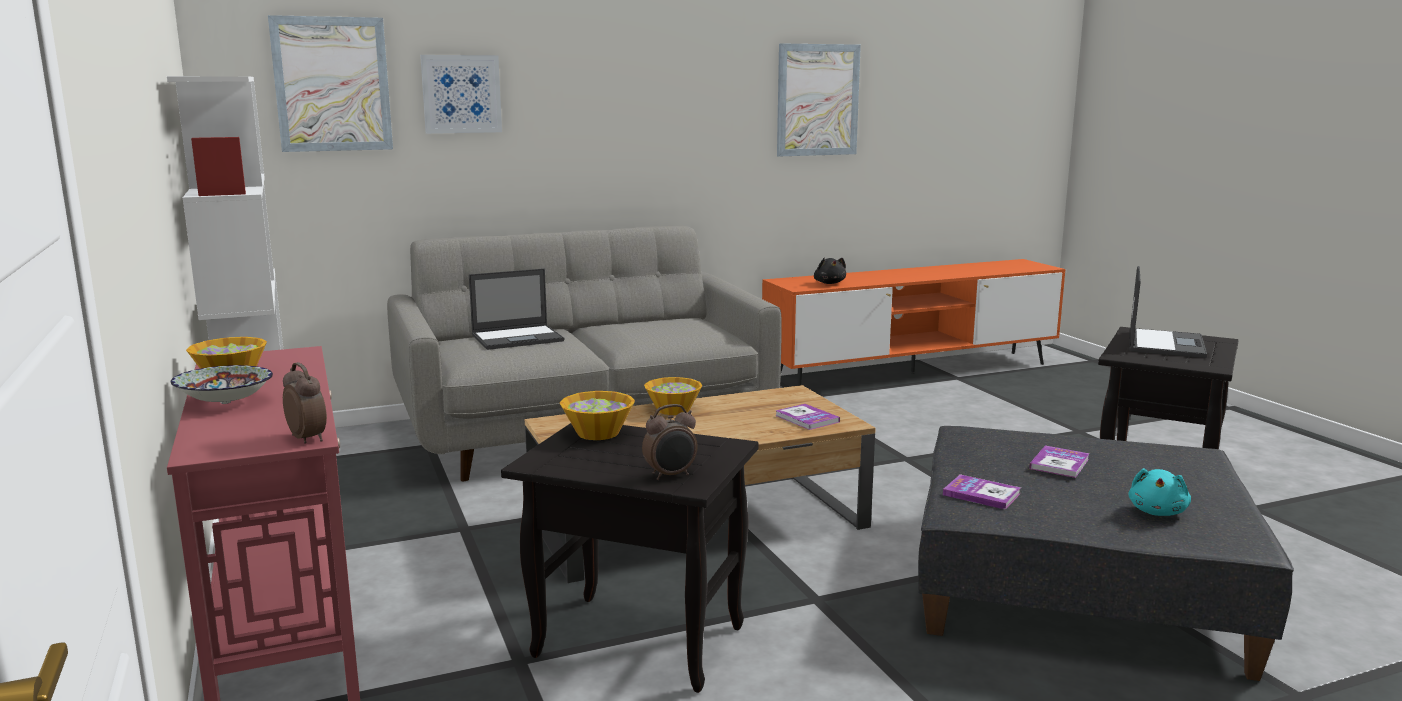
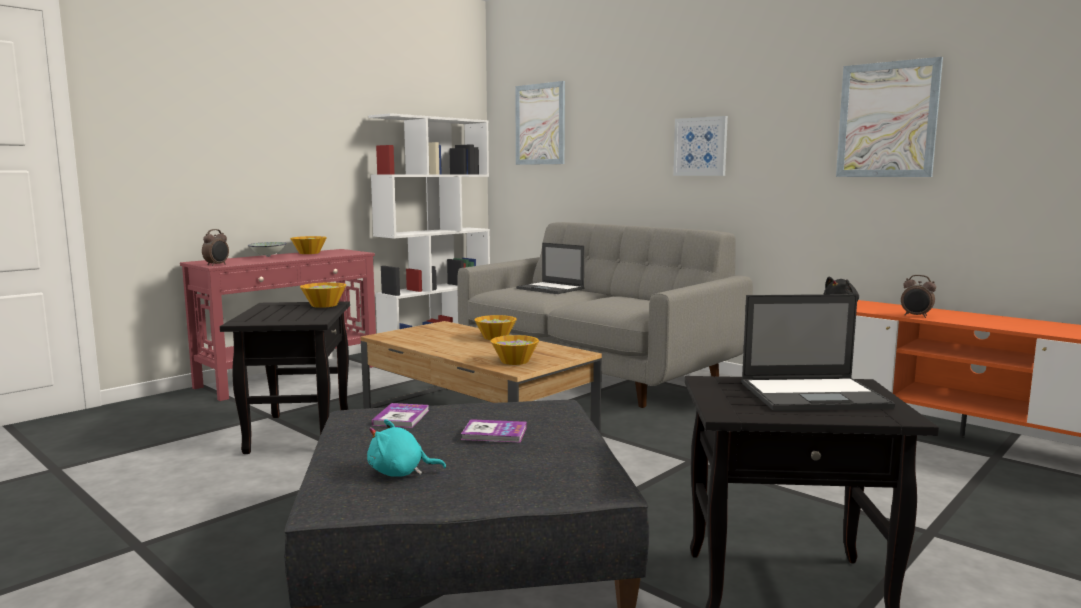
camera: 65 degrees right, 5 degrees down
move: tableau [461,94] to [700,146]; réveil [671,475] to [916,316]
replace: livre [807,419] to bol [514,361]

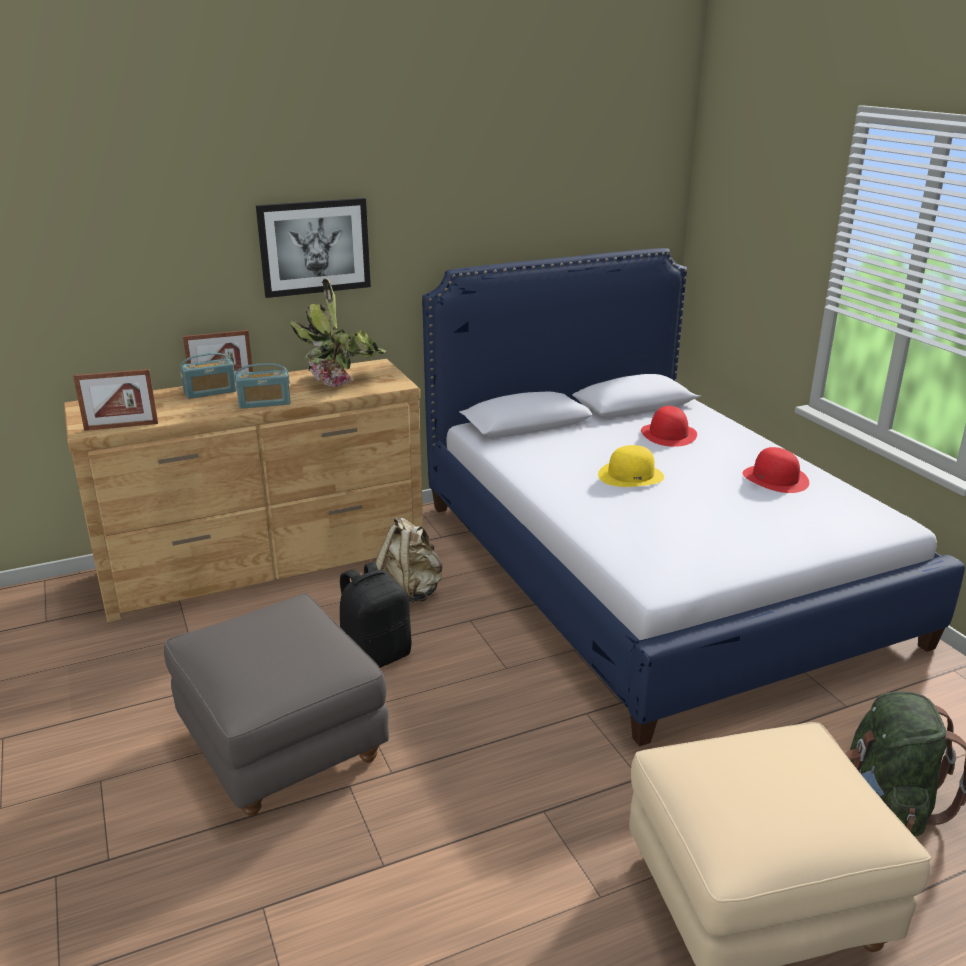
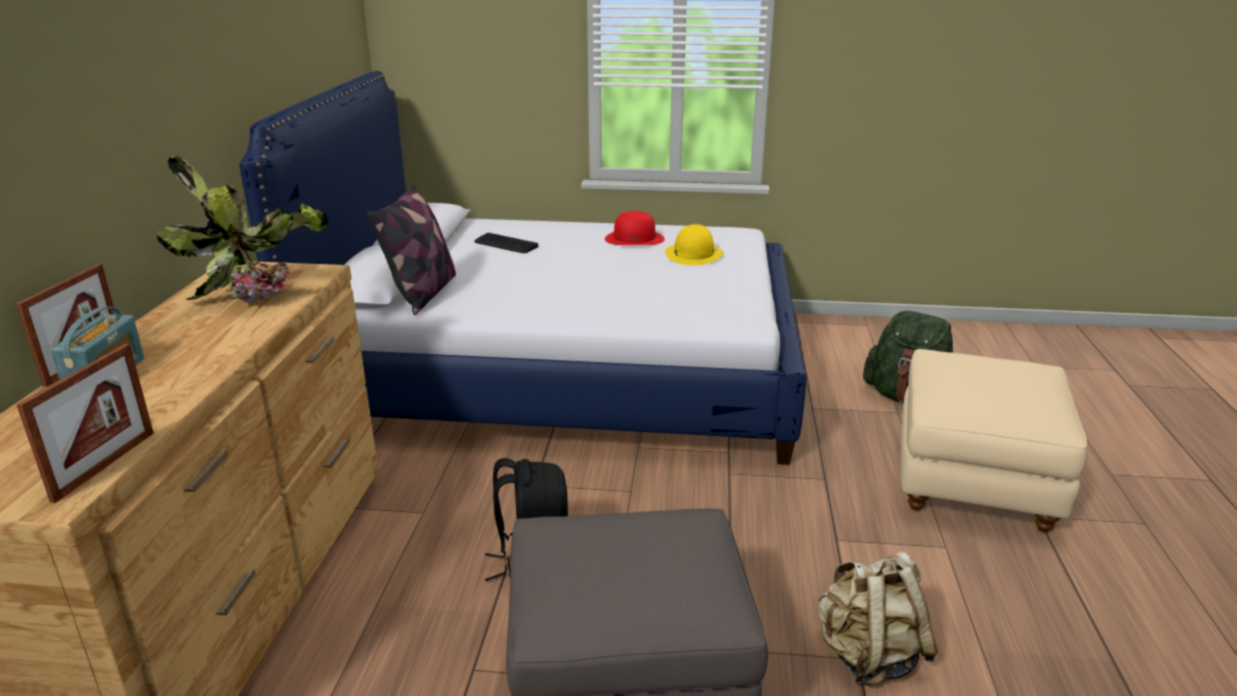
camera: 60 degrees left, 0 degrees up
delete: tableau [314,247]; radio [264,403]
insert: coussin [422,293]
move: chapeau [jaune] [631,475] to [693,254]; sac à dos [beige] [411,591] to [868,656]
replace: chapeau [rouge] [668,434] to clavier [505,244]

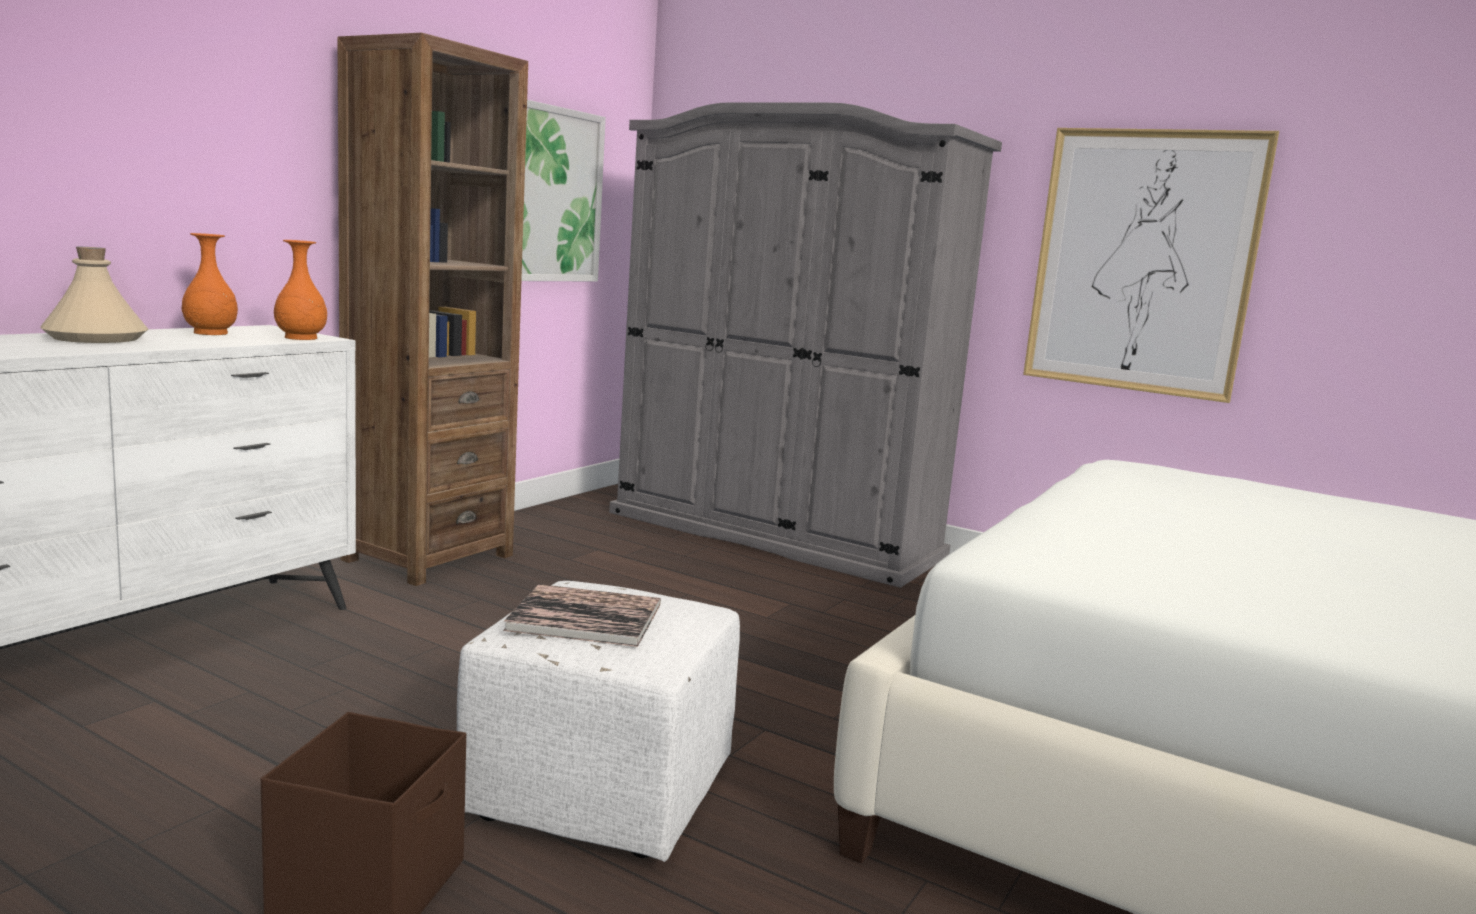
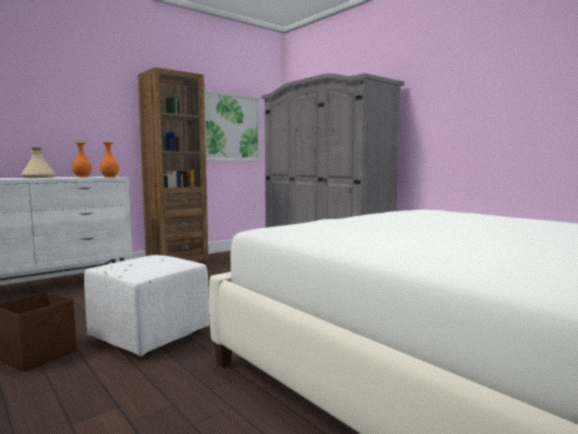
camera: 20 degrees right, 5 degrees down
delete: tableau [1142,262]; livre [585,617]

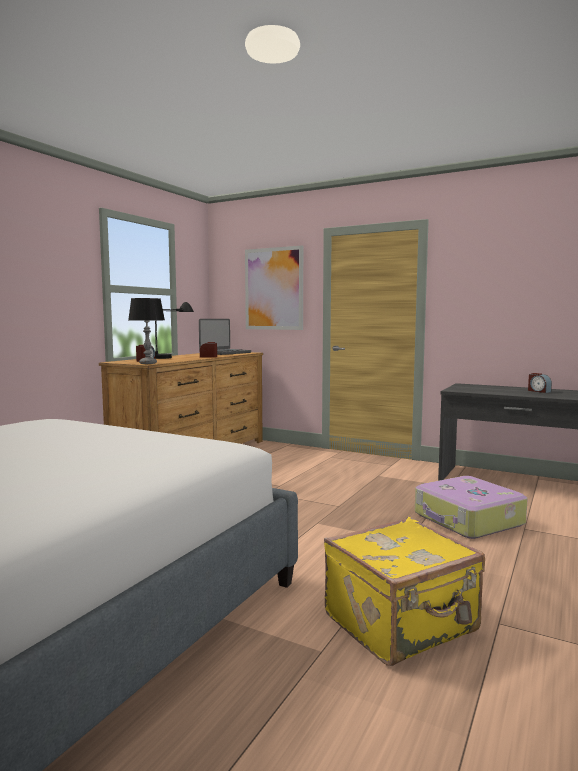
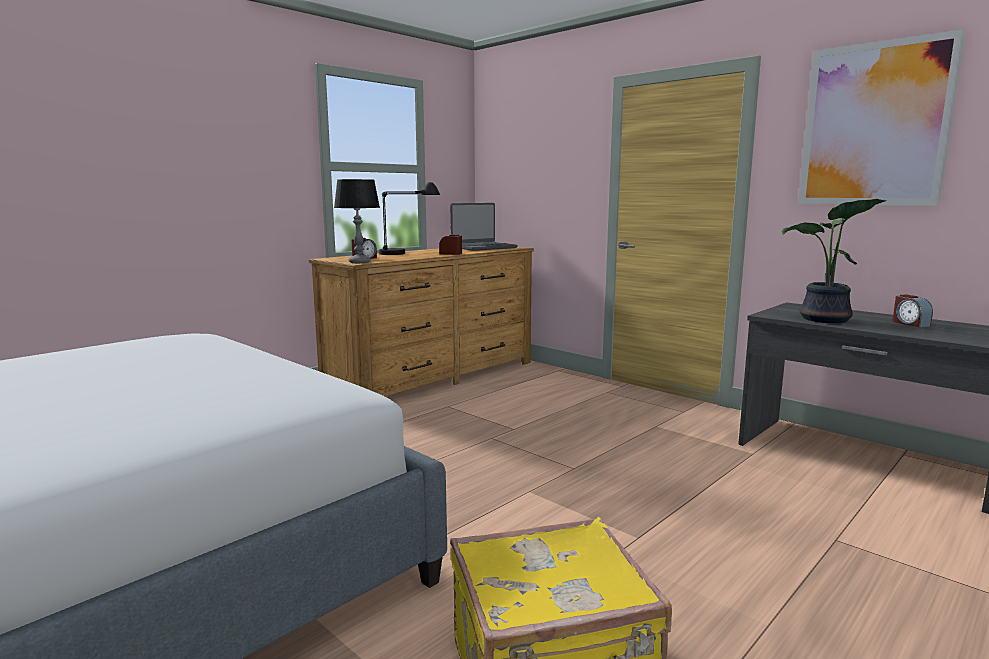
camera: 15 degrees right, 5 degrees up
delete: valise [468,520]
insert: plante en pot [824,320]
move: tableau [274,289] to [874,125]

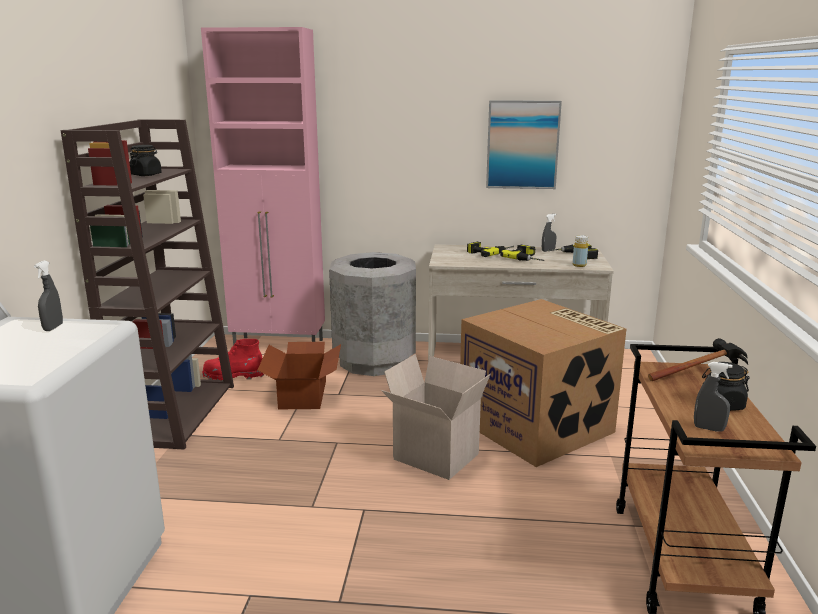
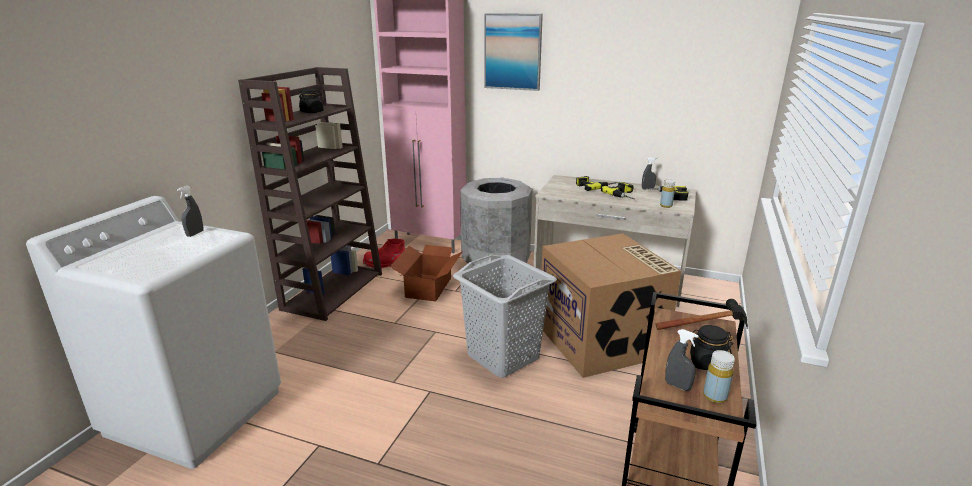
camera: 15 degrees right, 5 degrees up
insert: bouteille [jaune] [715,396]
move: tableau [522,145] to [512,52]
replace: carton [433,457] to panier à linge [gris] [503,356]

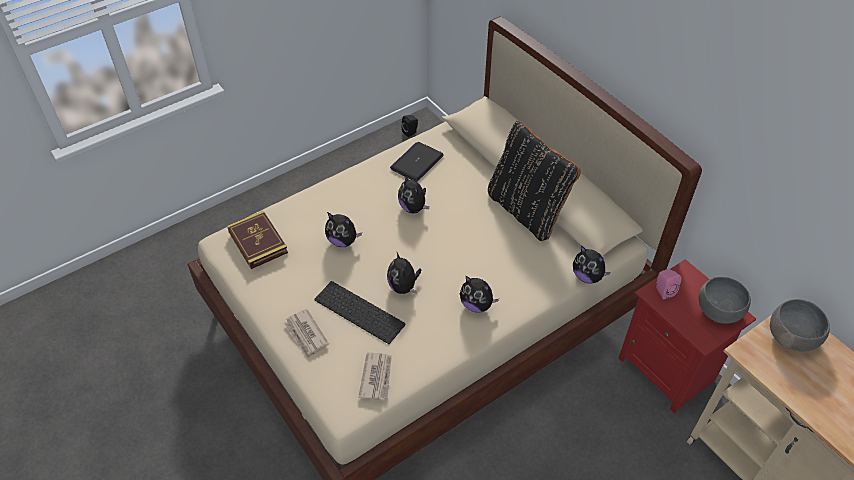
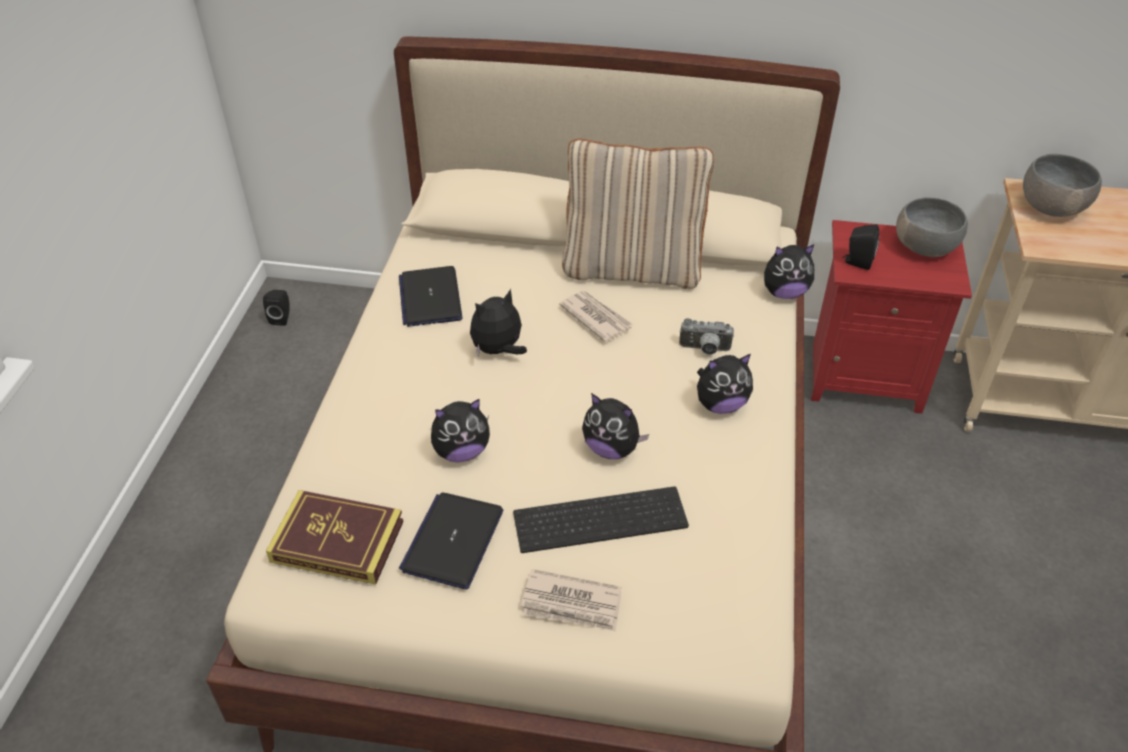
camera: 45 degrees left, 5 degrees down
insert: appareil photo [704,350]; ordinateur portable [453,541]
move: journal [377,377] to [595,317]
recolor: coussin [noir] [527,210] to coussin [beige] [632,268]; enceinte [rose] [663,291] to enceinte [noir] [857,262]
rotate: peluche [413,208] = [498,350] 135 degrees clockwise

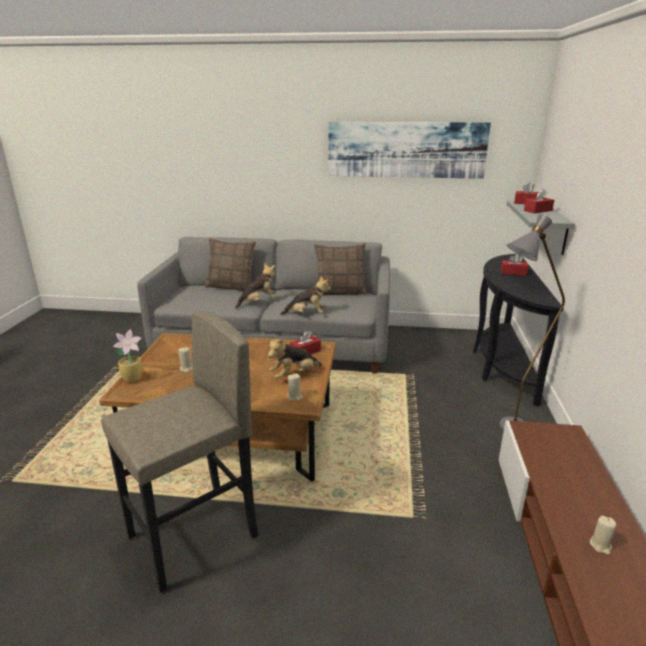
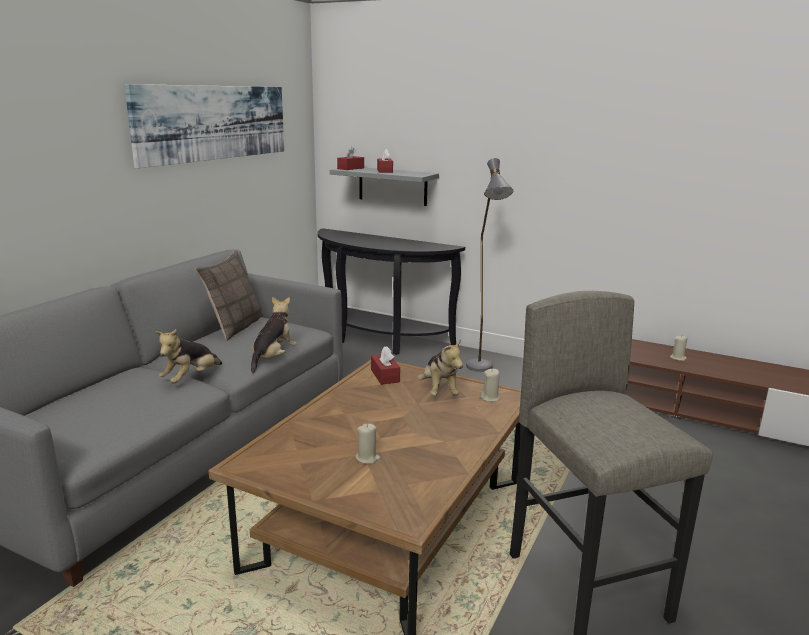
camera: 70 degrees left, 5 degrees down
delete: coussin [231,287]; boîte à mouchoirs [rouge] [513,272]; plante en pot [133,378]
rotate: peluche [258,302] = [191,378] 135 degrees counterclockwise

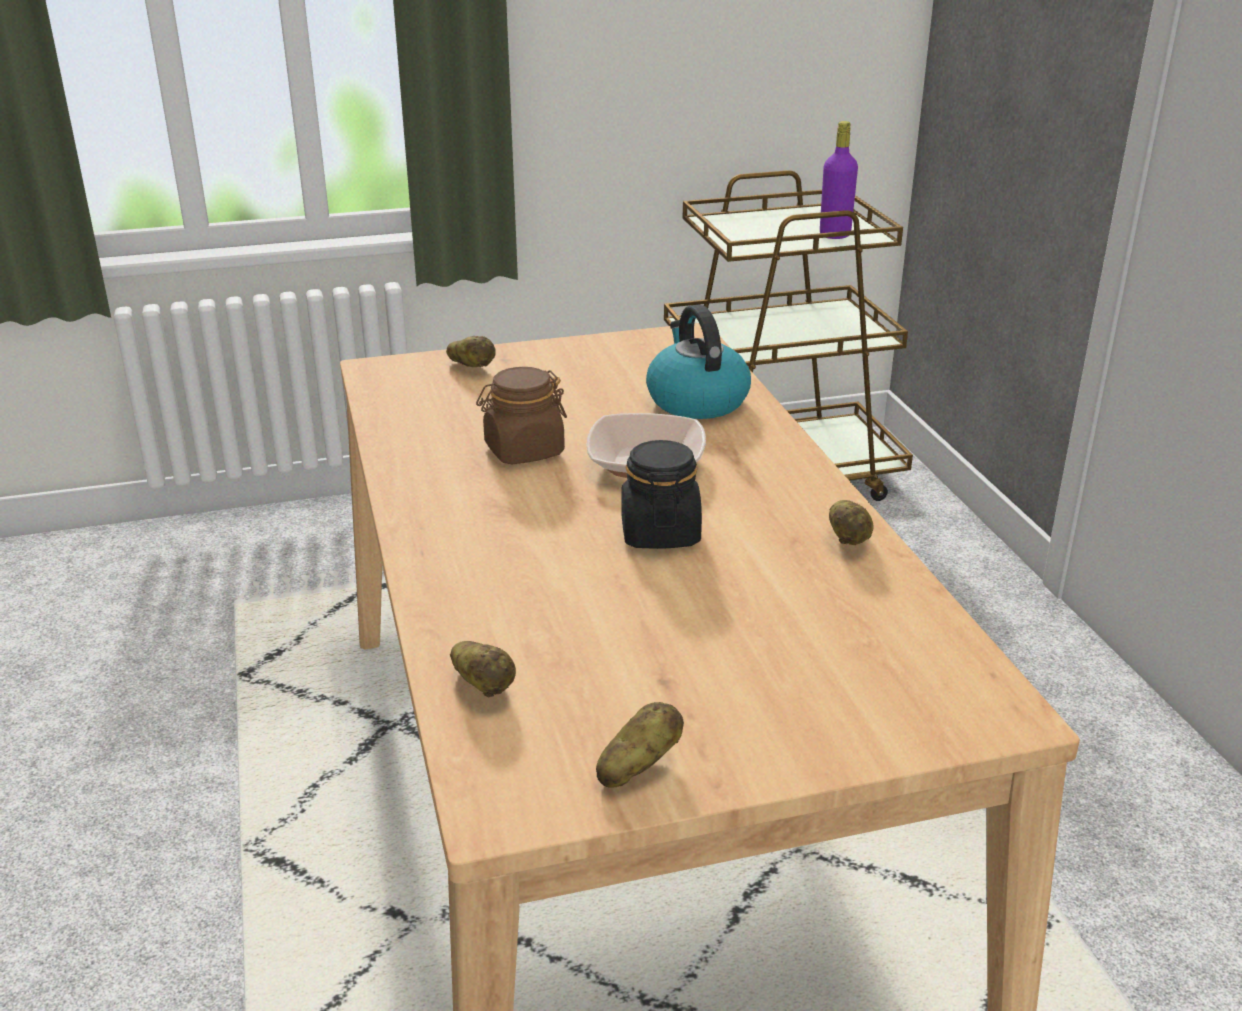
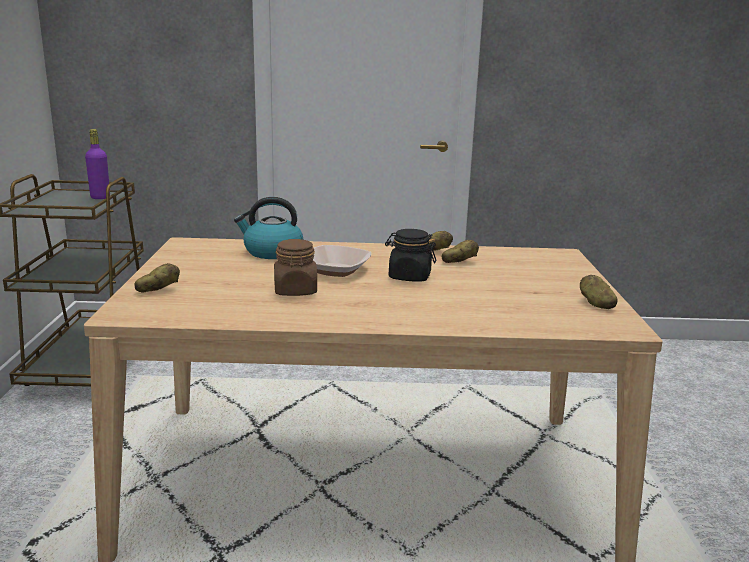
camera: 75 degrees left, 10 degrees down
move: pomme de terre [484,686] to [459,262]

